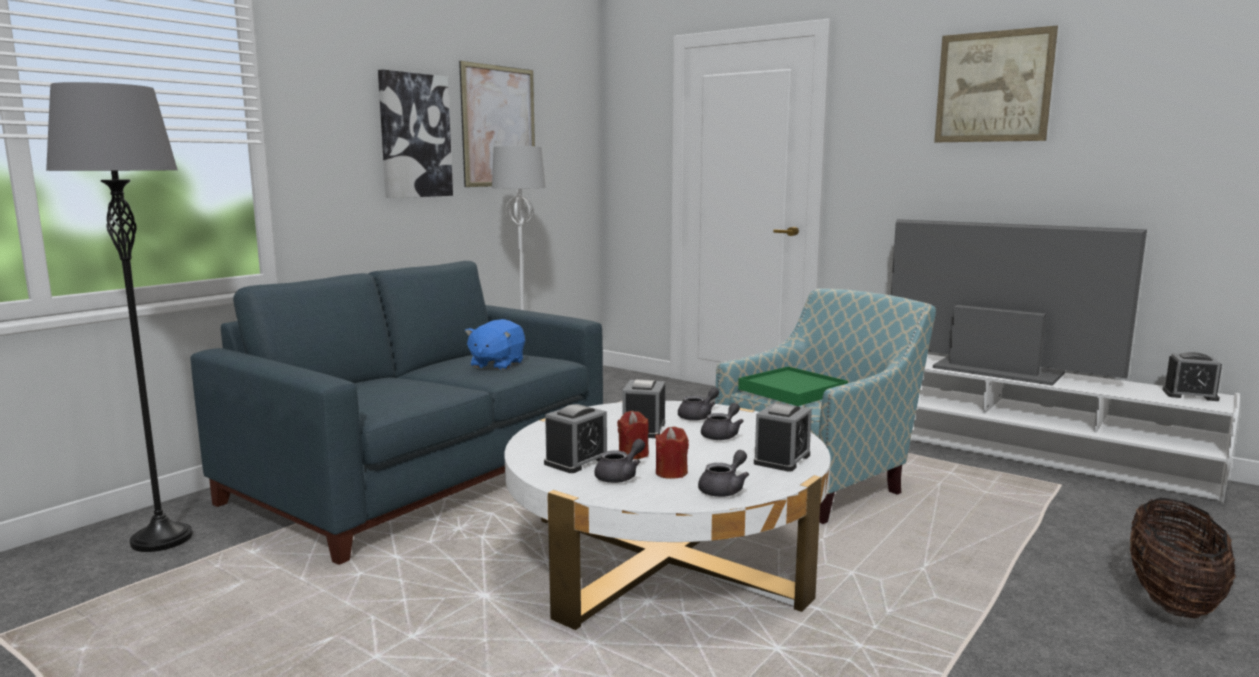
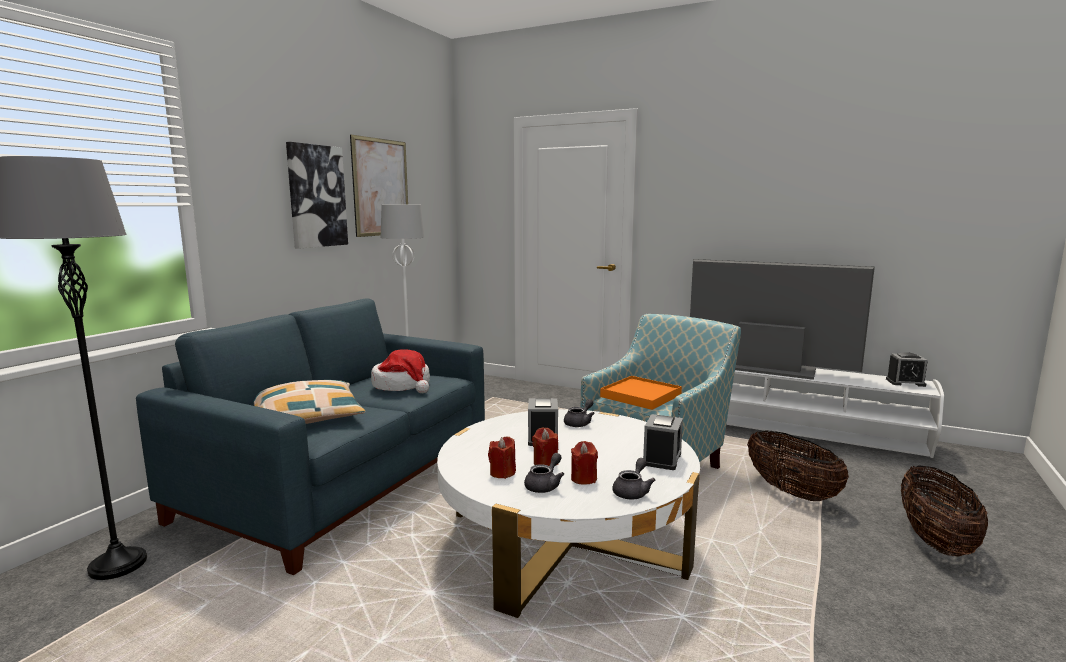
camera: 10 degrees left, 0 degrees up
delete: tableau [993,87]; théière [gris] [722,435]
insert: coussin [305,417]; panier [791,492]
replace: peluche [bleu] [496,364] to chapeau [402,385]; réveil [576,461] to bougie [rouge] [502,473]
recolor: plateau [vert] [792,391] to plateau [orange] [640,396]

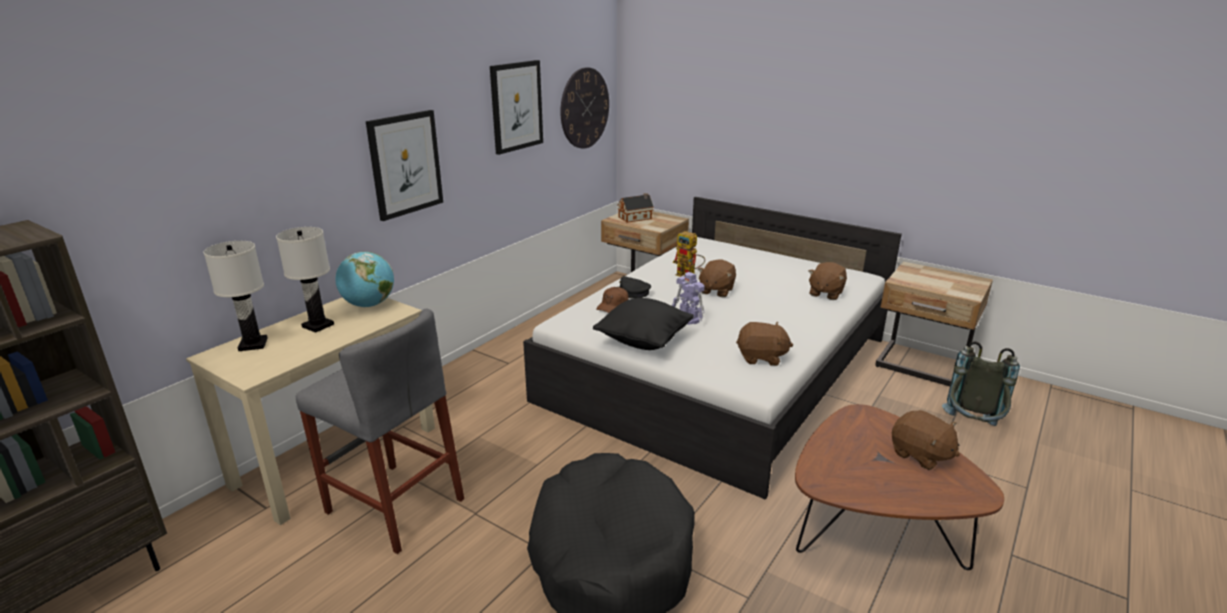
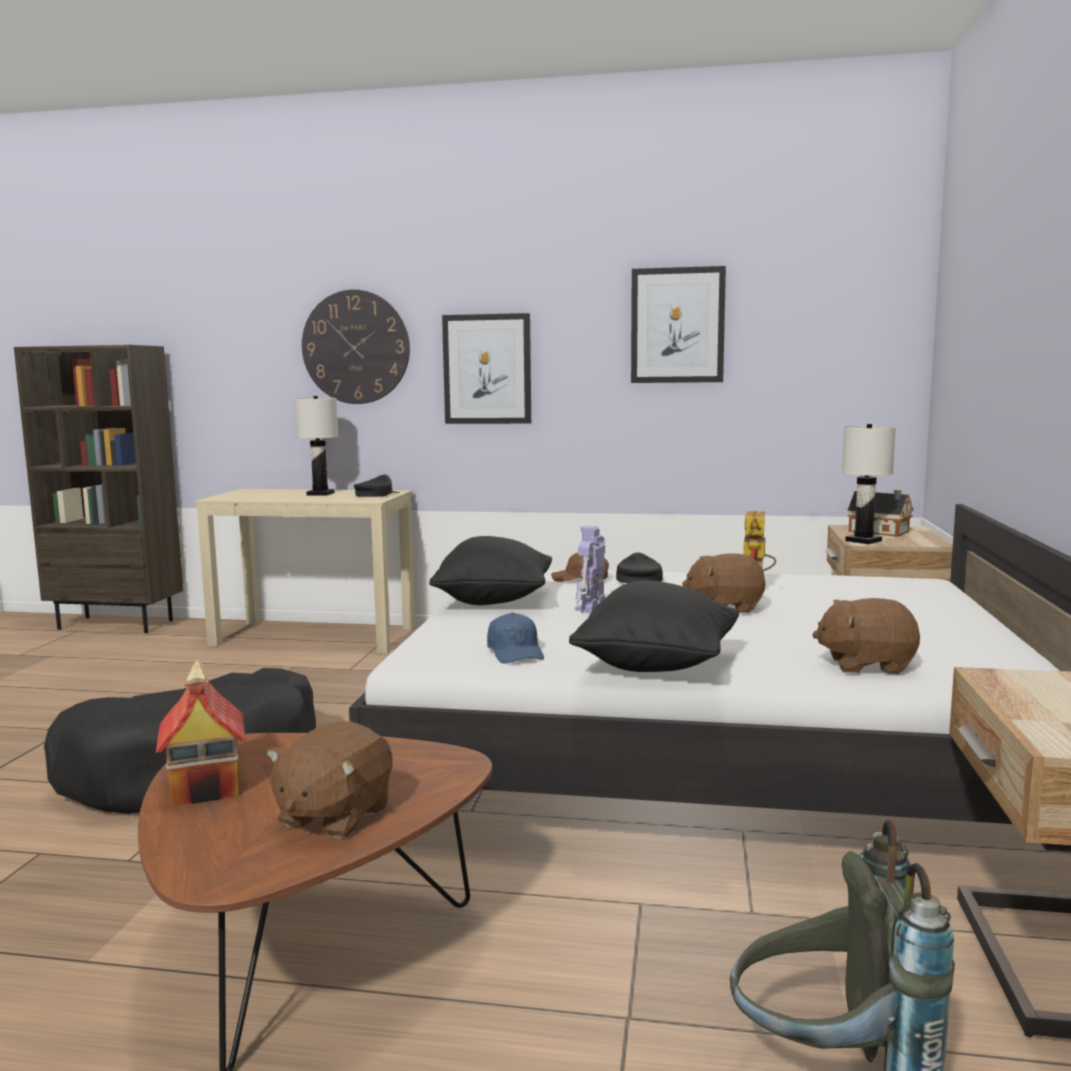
camera: 65 degrees right, 15 degrees down
delete: tabouret [gris] [394,506]
insert: coussin [noir] [657,666]; maison miniature [207,785]
move: horloge murale [584,108] to [356,347]; lampe de table [blanc] [253,344] to [864,541]
replace: globe [369,305] to casquette [noir] [376,494]; peluche [marron] [761,358] to casquette [bleu] [515,652]

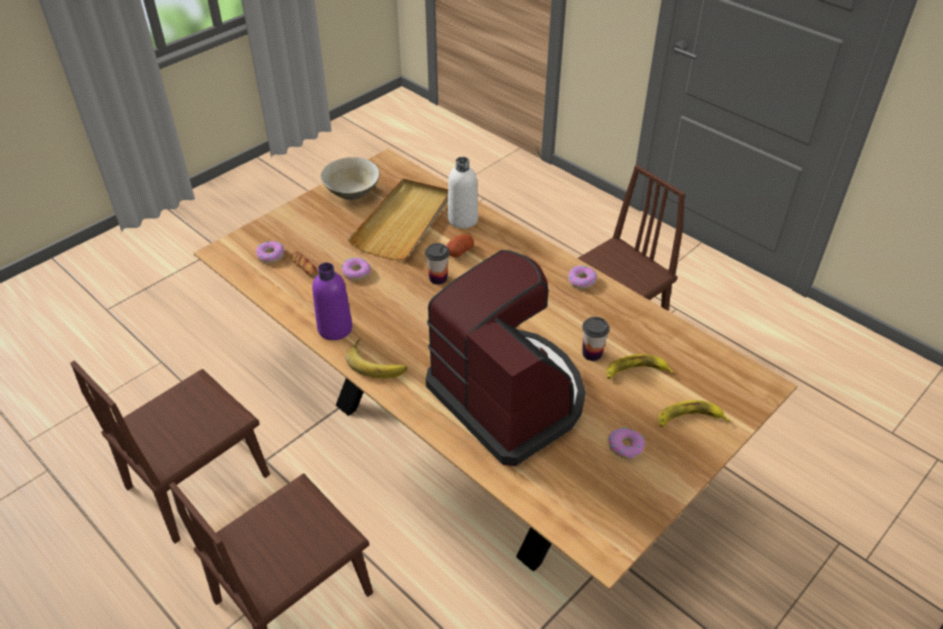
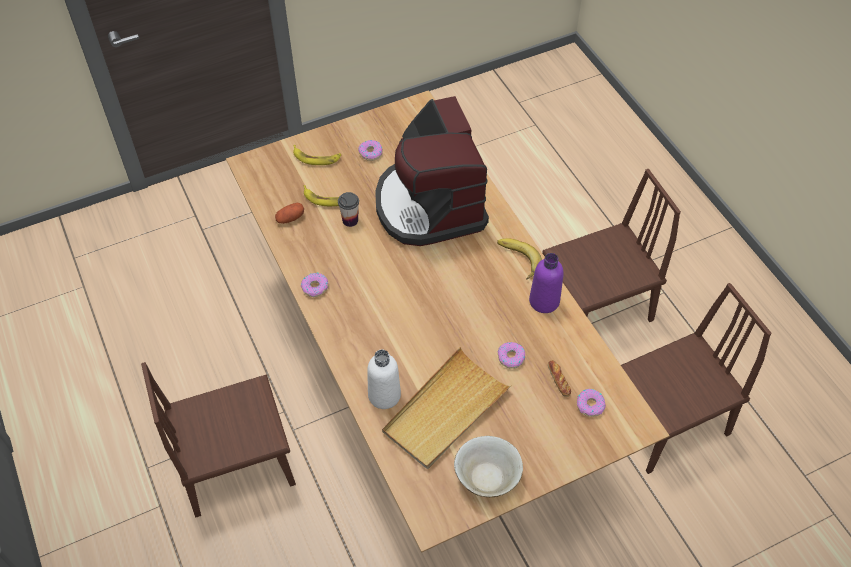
camera: 160 degrees left, 10 degrees up
delete: tasse [438,278]
move: pomme de terre [460,251] to [290,218]

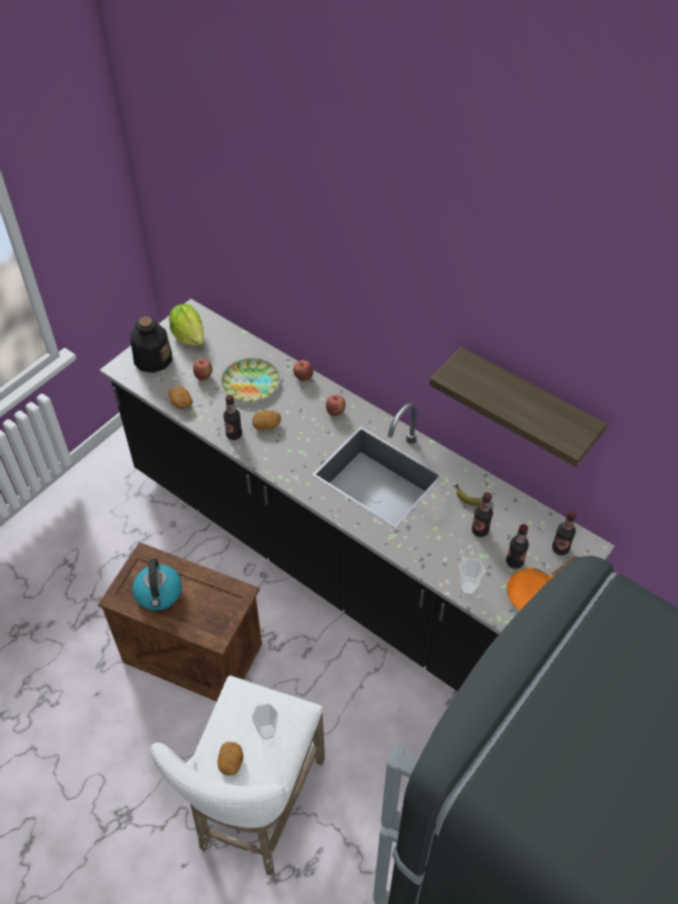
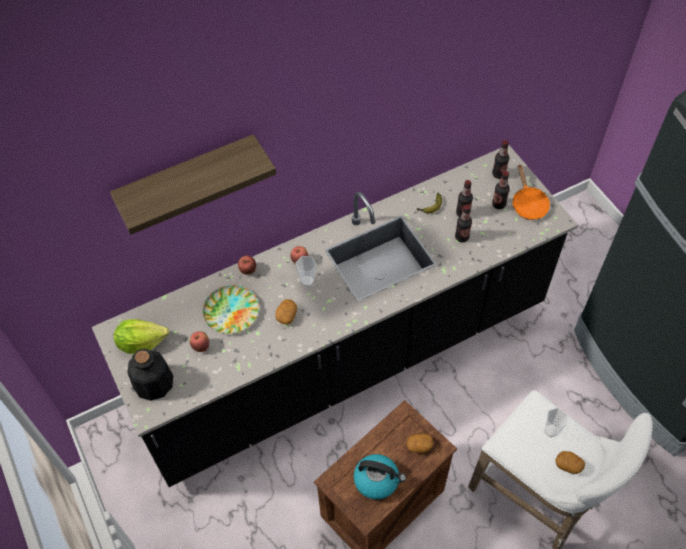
camera: 65 degrees left, 5 degrees up
move: étagère [527,404] to [188,180]; pomme de terre [181,402] to [419,446]; bouteille [234,434] to [461,237]; tasse [468,588] to [307,281]

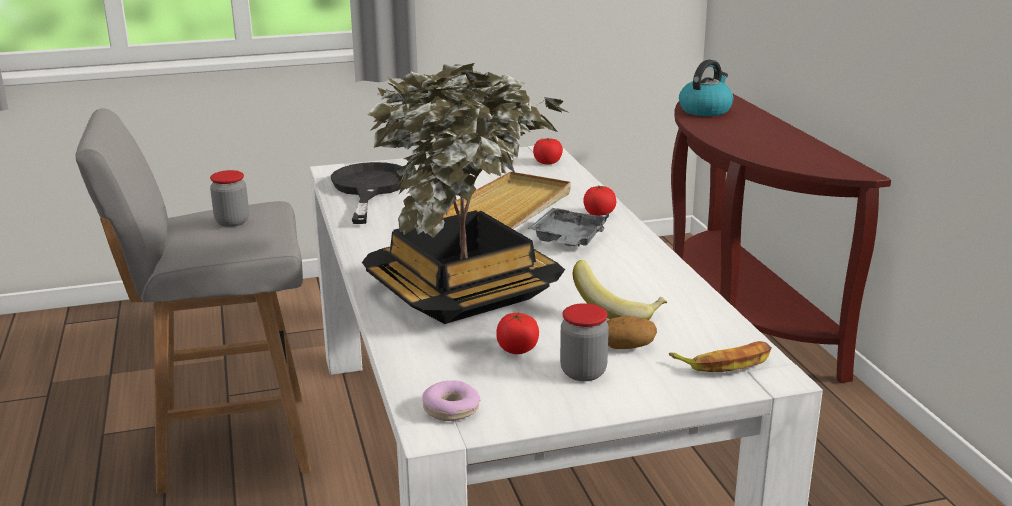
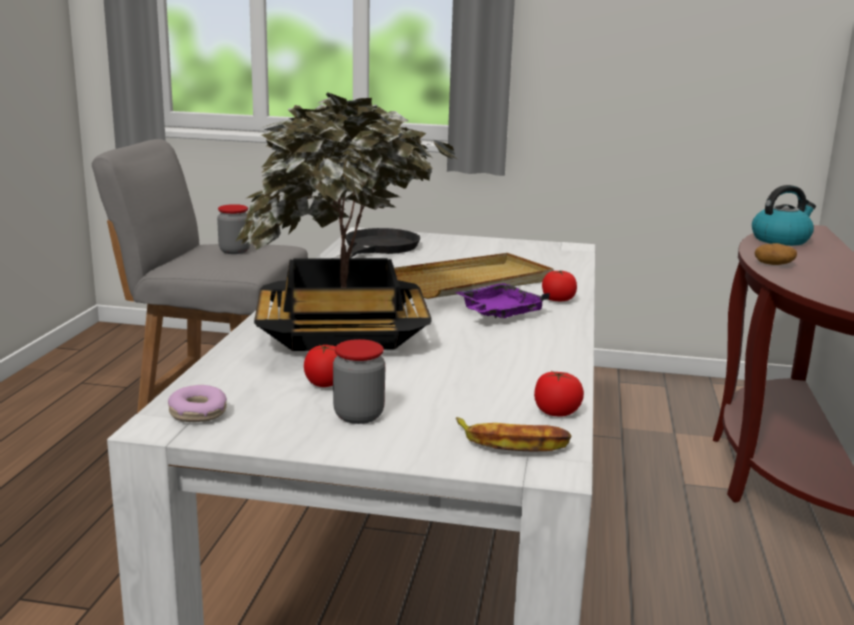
camera: 25 degrees right, 5 degrees down
delete: banane [618,311]
move: tomate [547,162] to [556,412]; pomme de terre [628,345] to [774,264]
recolor: plateau [gris] [568,239] to plateau [violet] [498,313]

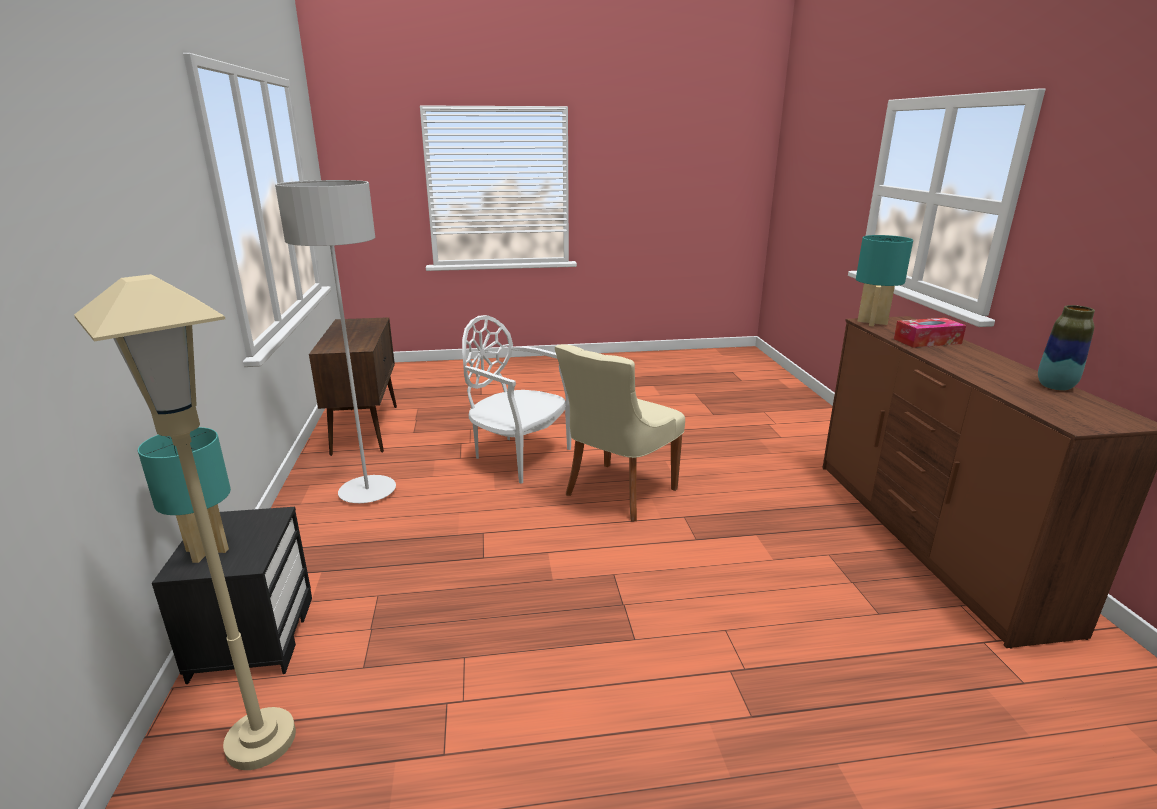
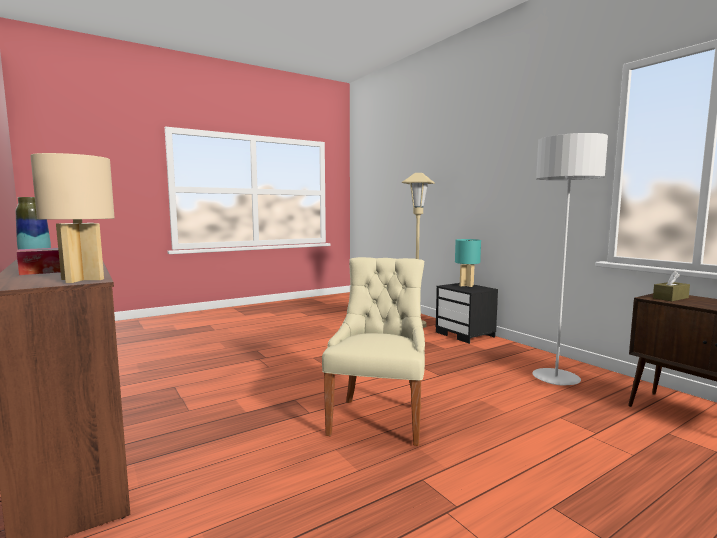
camera: 155 degrees right, 15 degrees down
delete: chaise [blanc] [518,456]
insert: boîte à mouchoirs [marron] [670,298]
recolor: lampe de table [turquoise] [872,323] to lampe de table [beige] [83,279]

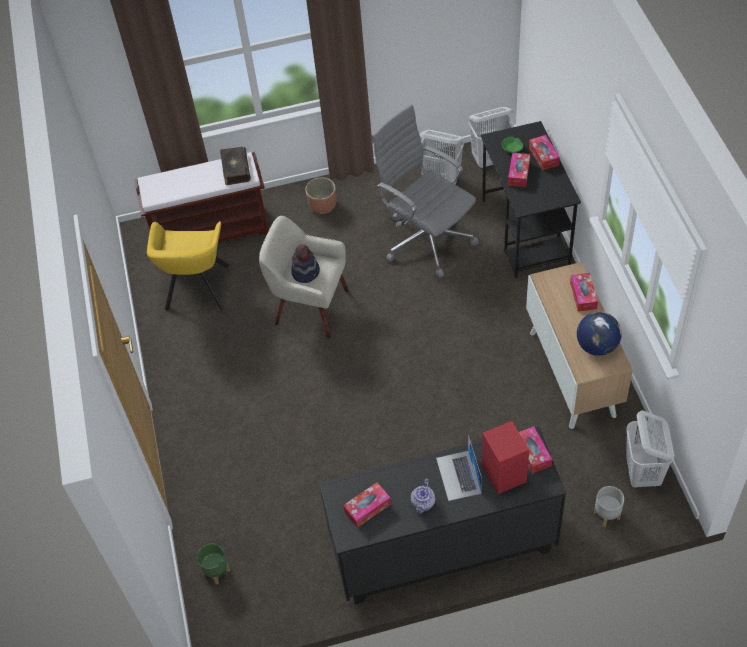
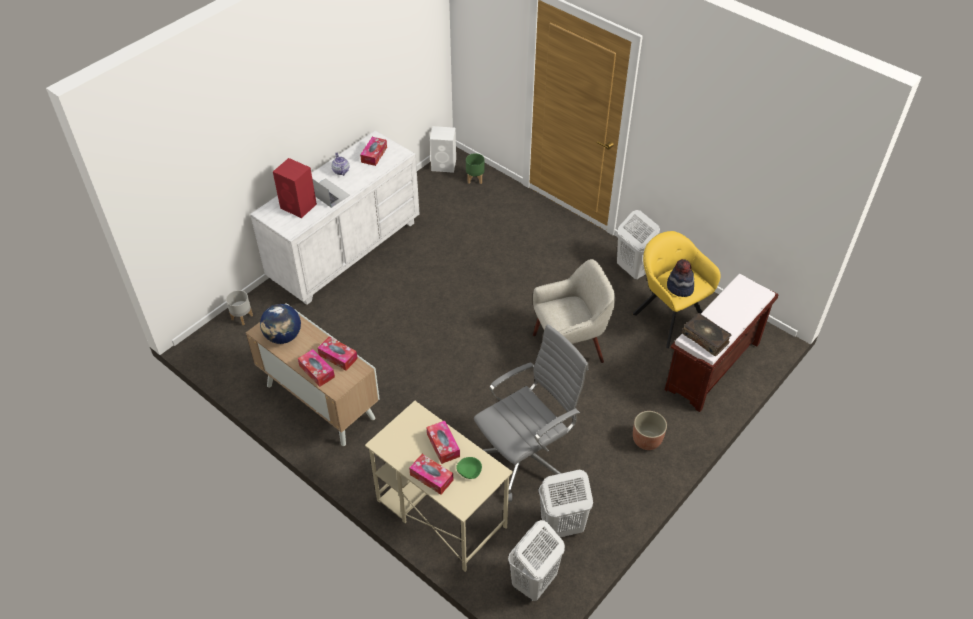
camera: 140 degrees right, 5 degrees down
insert: enceinte [blanc] [444,165]
move: chapeau [306,272] to [679,287]; panier à linge [blanc] [643,473] to [633,269]; boîte à mouchoirs [532,453] to [338,357]
recolor: bureau [noir] [525,232] to bureau [beige] [440,513]; commode [noir] [443,546] to commode [blanc] [345,251]
rotate: chaise de bureau [gris] [427,239] = [526,457] 45 degrees counterclockwise

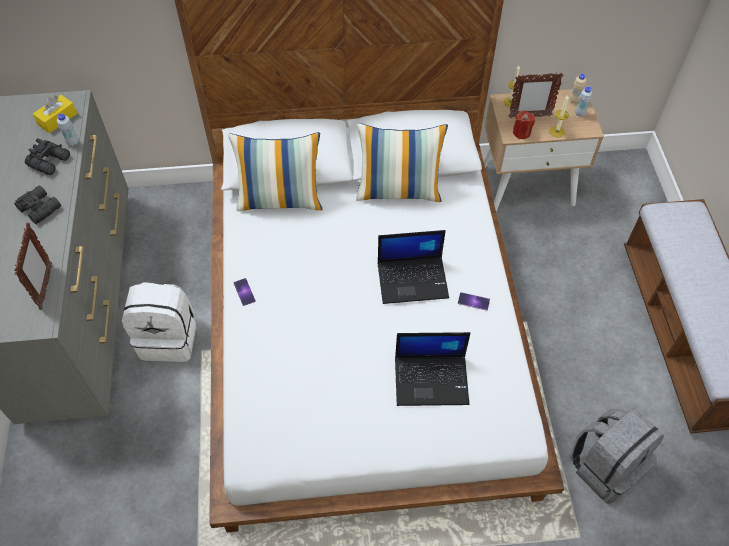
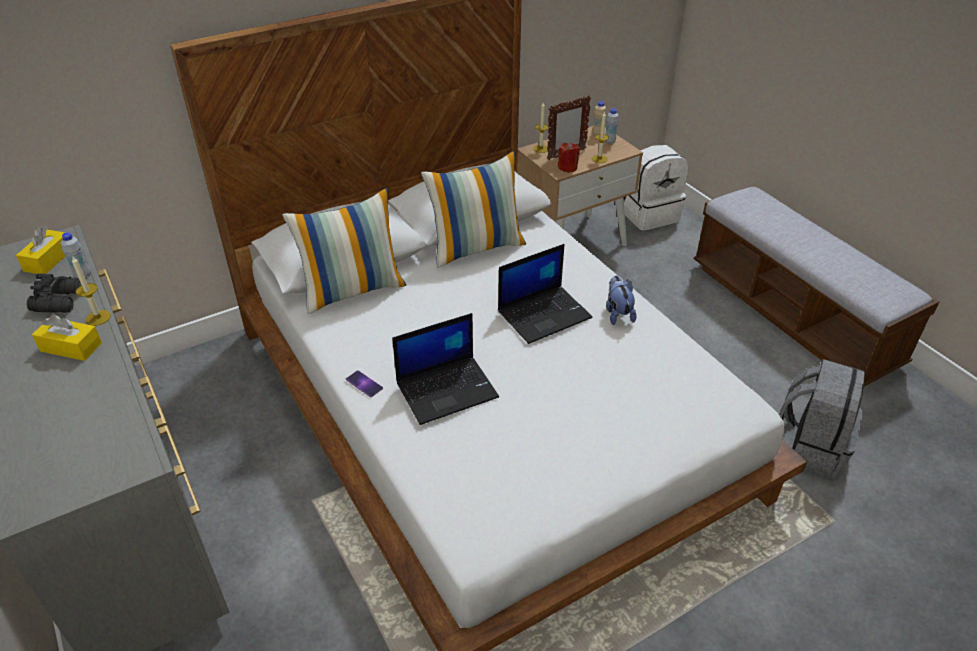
camera: 25 degrees left, 15 degrees down
delete: cadre photo [46,287]
insert: bougie [98,318]
move: sac à dos [blanc] [169,338] to [649,214]; ordinateur portable [432,380] to [447,389]
replace: jumelles [noir] [40,207] to boîte à mouchoirs [jaune] [71,347]; téléphone [473,301] to peluche [618,313]

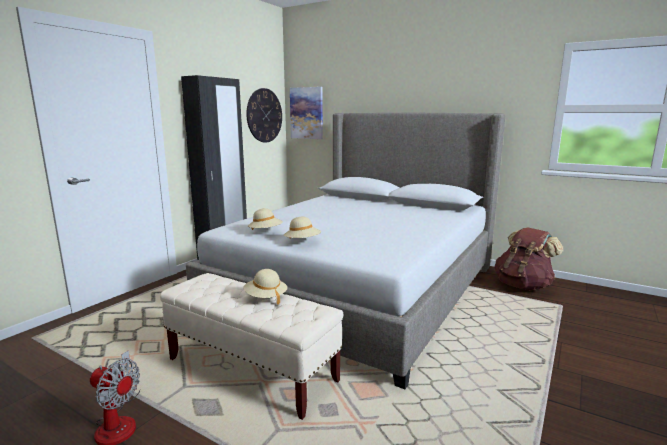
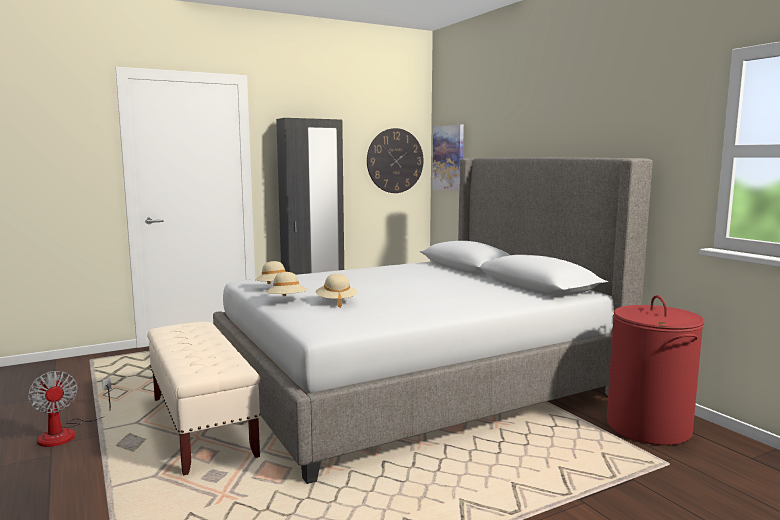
camera: 30 degrees right, 5 degrees down
move: chapeau [beige] [265,297] to [336,302]
replace: sac à dos [marron] [523,286] to panier à linge [rouge] [649,427]

